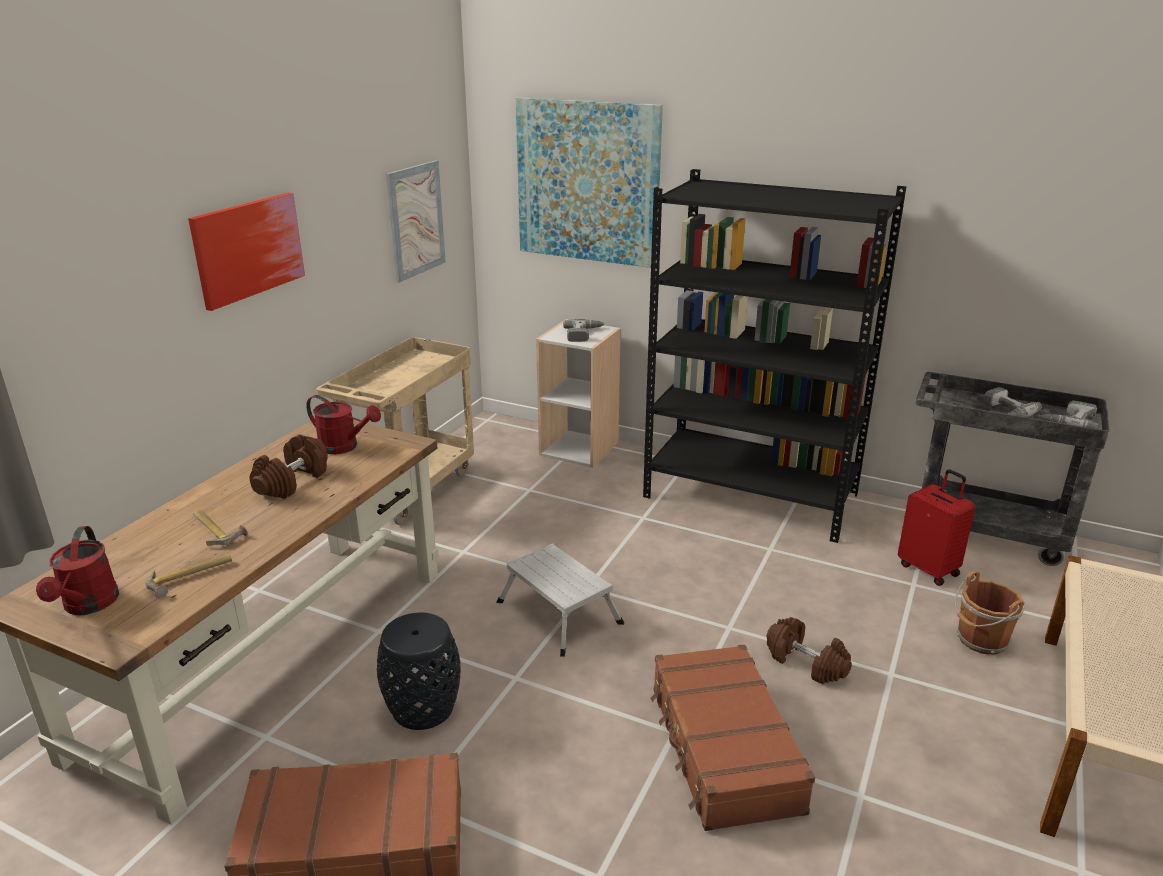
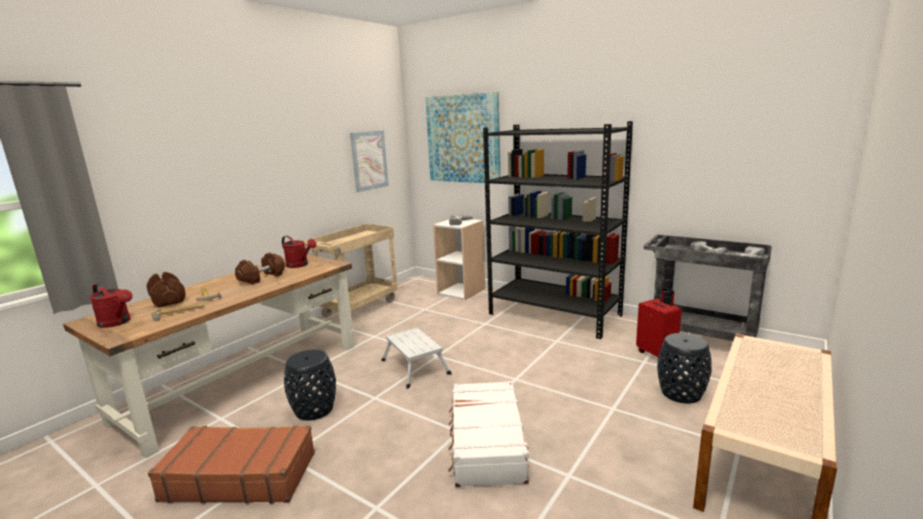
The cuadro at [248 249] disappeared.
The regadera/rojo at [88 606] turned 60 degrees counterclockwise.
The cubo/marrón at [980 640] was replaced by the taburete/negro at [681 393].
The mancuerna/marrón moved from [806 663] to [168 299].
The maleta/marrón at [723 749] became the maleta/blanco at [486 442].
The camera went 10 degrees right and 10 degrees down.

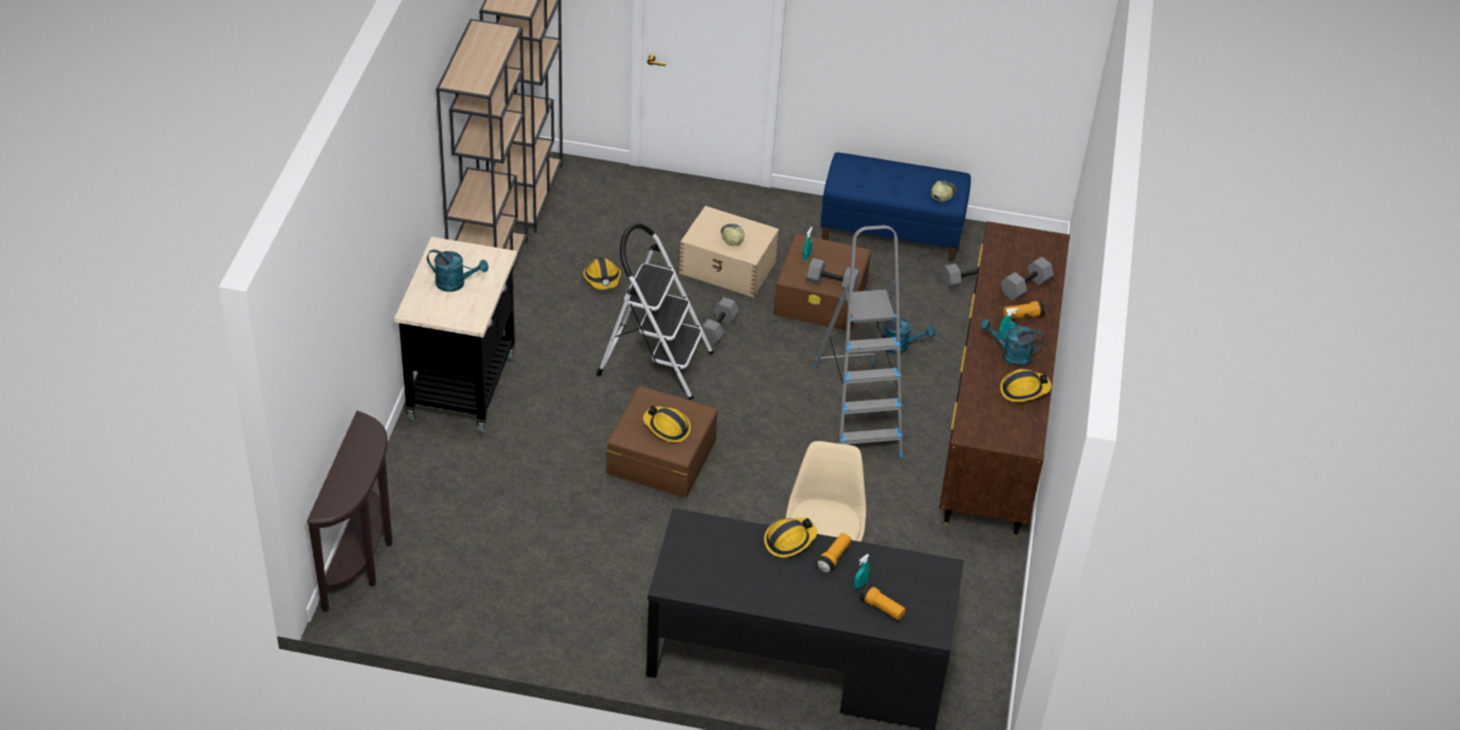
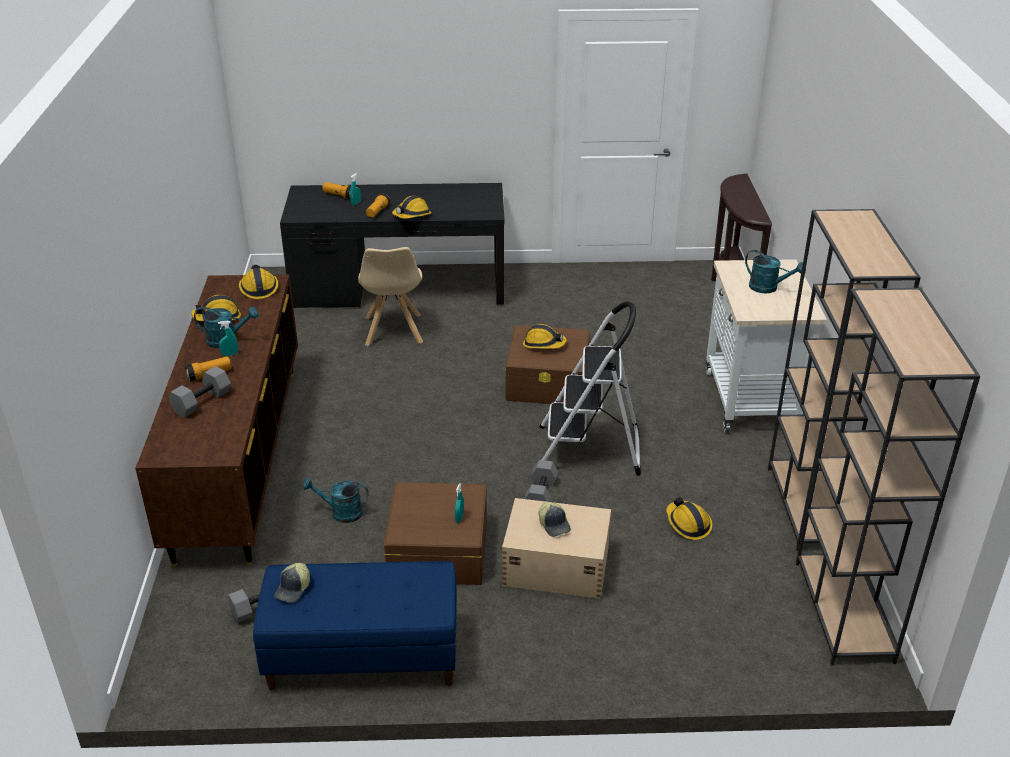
The escalera de tijera/gris at [857 410] disappeared.
The carrito/negro at [461 387] became the carrito/blanco at [751 402].
The regadera/turquesa at [455 283] turned 150 degrees counterclockwise.
The mancuerna/gris at [833 283] disappeared.
The casco at [258 288] appeared.
The camera went 170 degrees right and 10 degrees down.

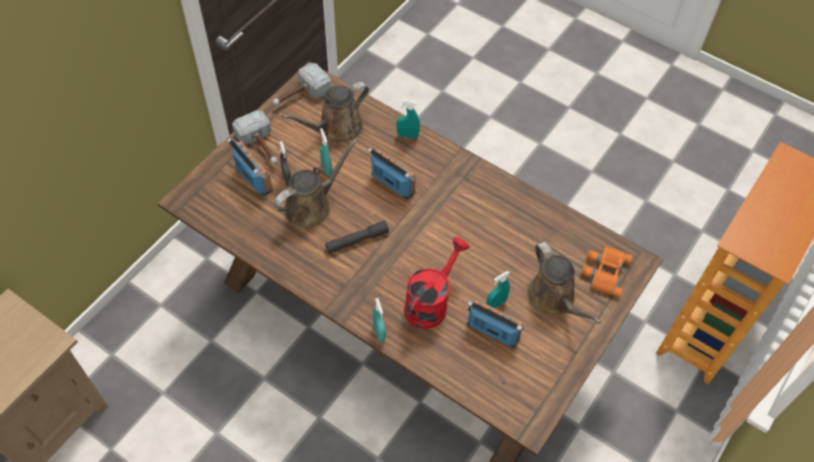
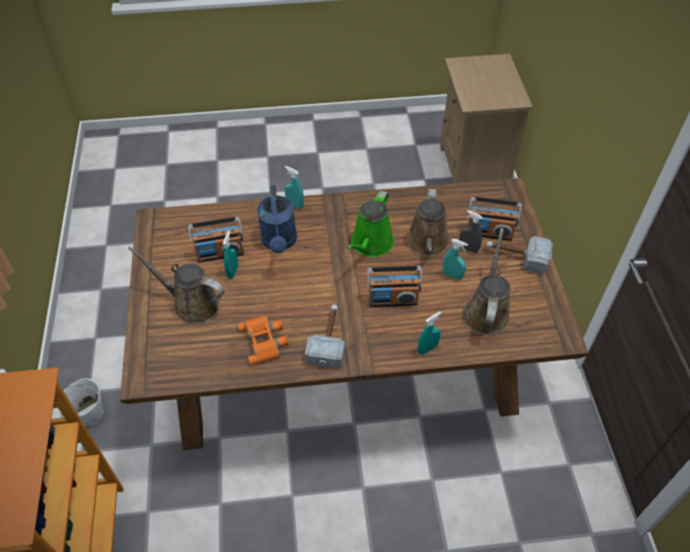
The martillo moved from [300 95] to [329 339].
The linterna/gris at [357 240] was replaced by the regadera/verde at [370 244].
The regadera/rojo at [430 302] became the regadera/azul at [279 242].
The prismáticos/naranja moved from [604 271] to [265 341].
The cubo/blanco at [89 413] appeared.
The camera went 140 degrees right and 5 degrees down.

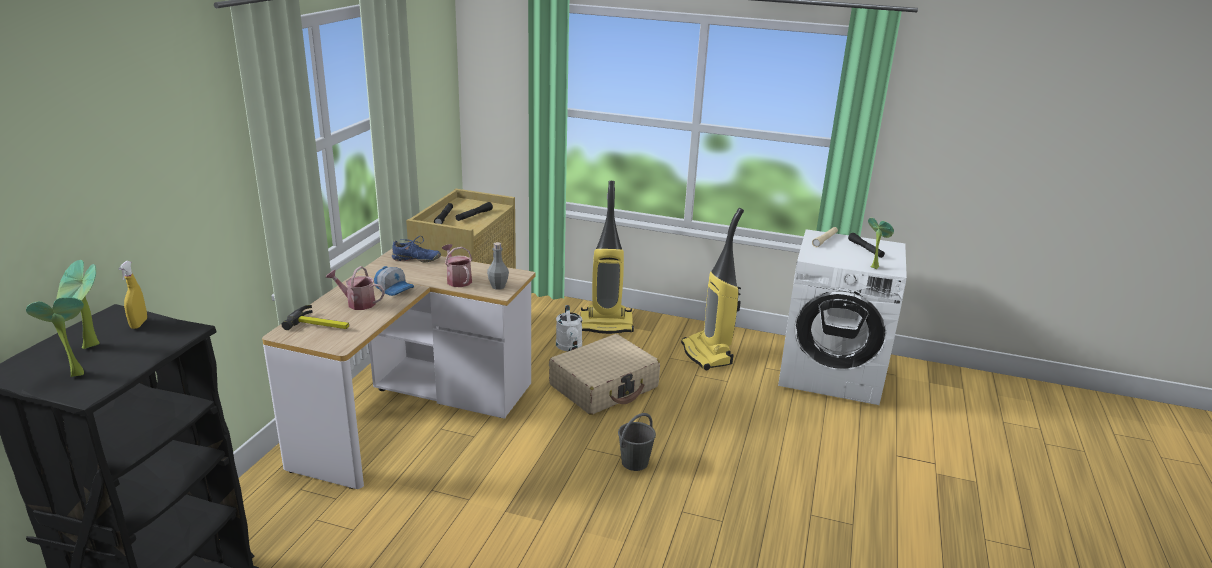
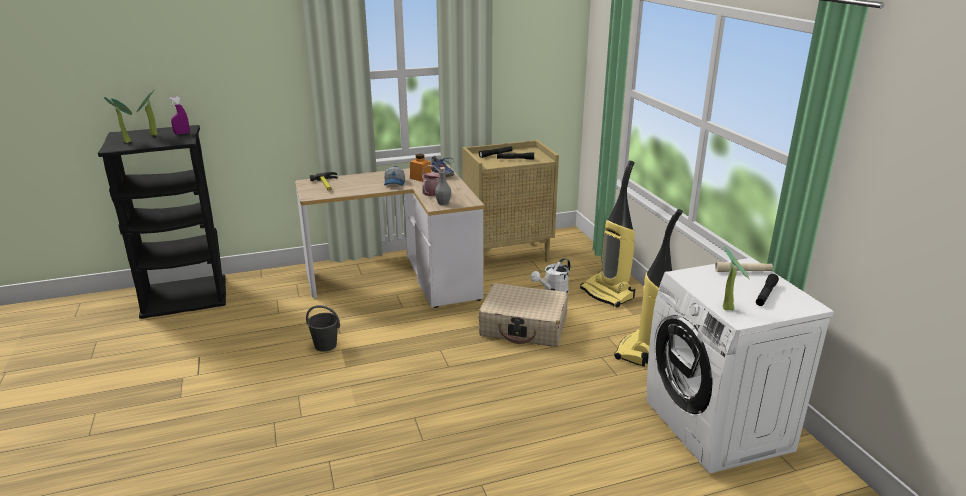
The pulverizador/amarillo at [139 324] became the pulverizador/morado at [182 133].
The regadera at [357 303] disappeared.
The cubo/gris moved from [634 462] to [325 345].
The tarro/naranja at [420 178] appeared.
The camera went 55 degrees right and 0 degrees up.

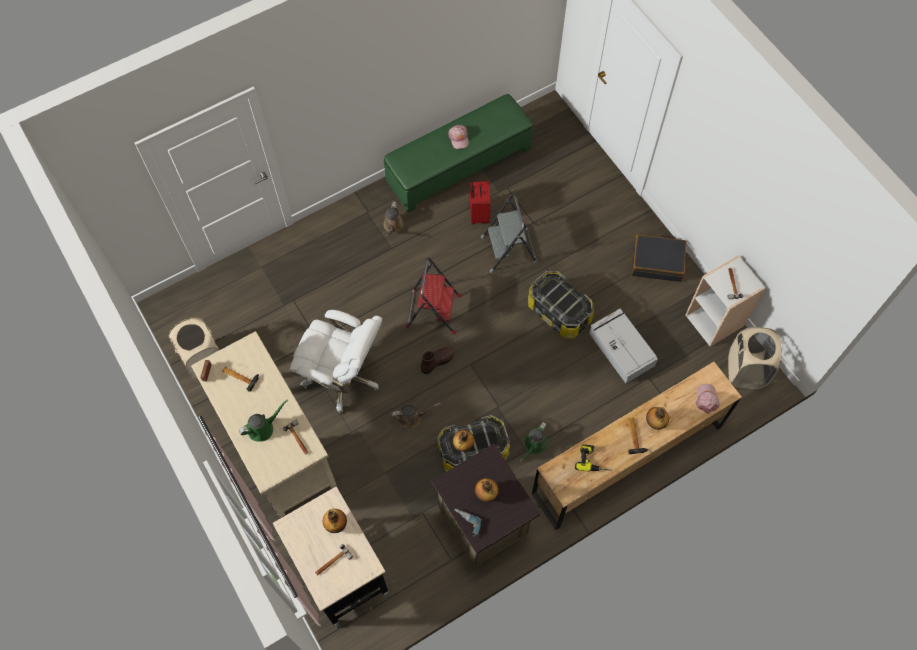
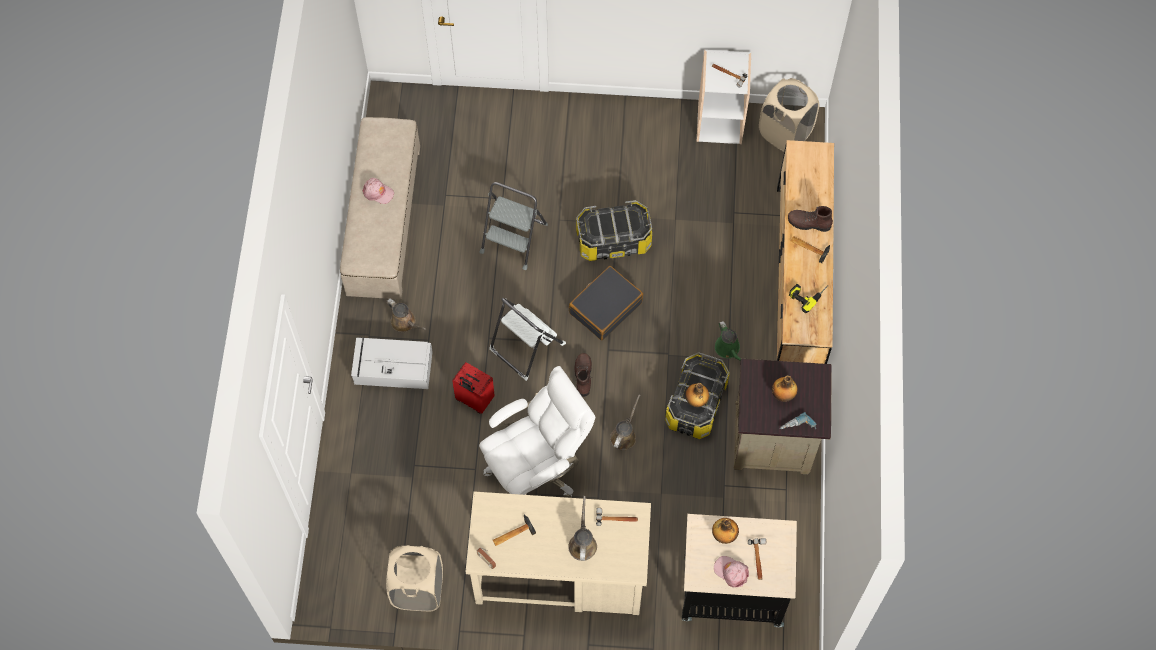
The banco/verde at [459 164] became the banco/beis at [383 218].
The maleta/rojo moved from [478 214] to [474 400].
The maleta/negro moved from [657 262] to [605 307].
The escalera de tijera/rojo at [431 310] became the escalera de tijera/blanco at [524 347].
The caja de almacenaje/gris moved from [621 348] to [392 367].
The gorra/rosa moved from [706 399] to [731 572].
The regadera/verde at [263 428] became the regadera/marrón at [582 543].
The botella at [655 422] was replaced by the bota/marrón at [808 223].
The camera went 55 degrees left and 0 degrees up.

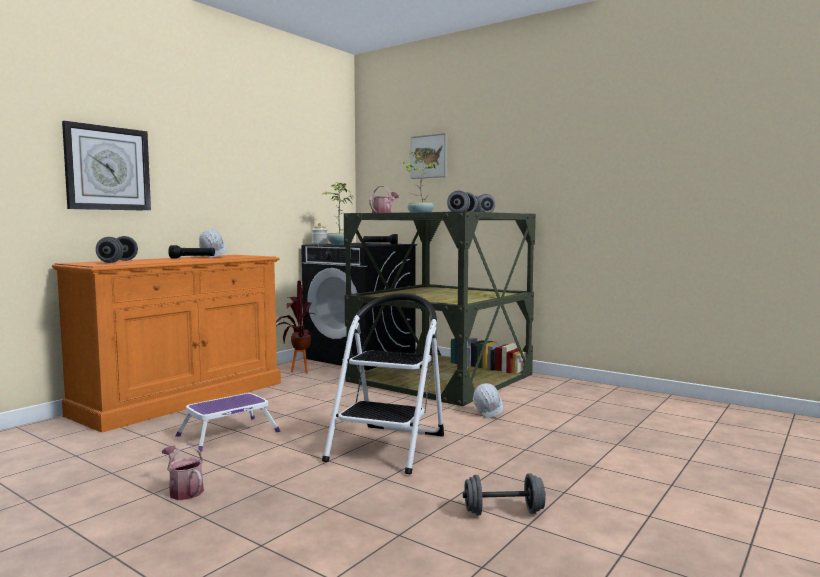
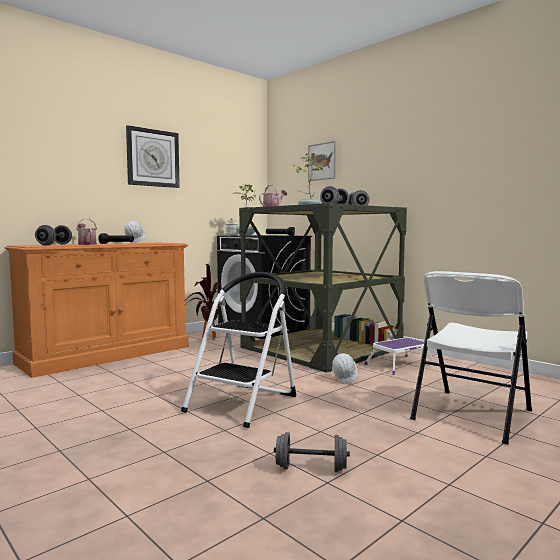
The reloj de pared moved from [107 168] to [153 158].
The escalera de tijera/morado moved from [228 434] to [400 365].
The regadera moved from [184 490] to [86 244].
The silla/blanco at [471 415] appeared.
The camera went 10 degrees right and 0 degrees up.

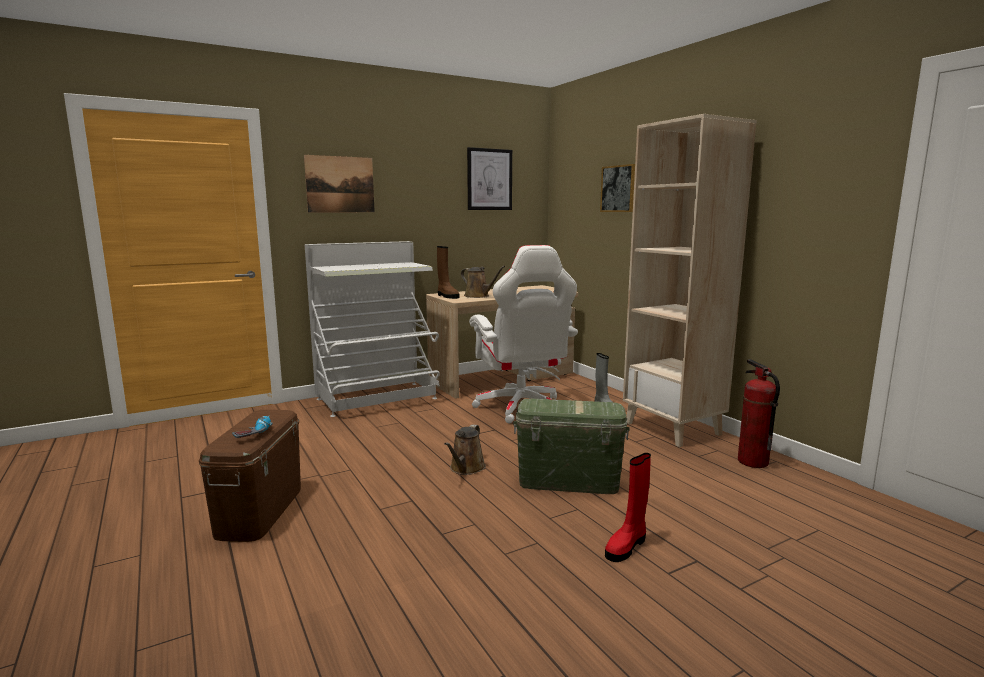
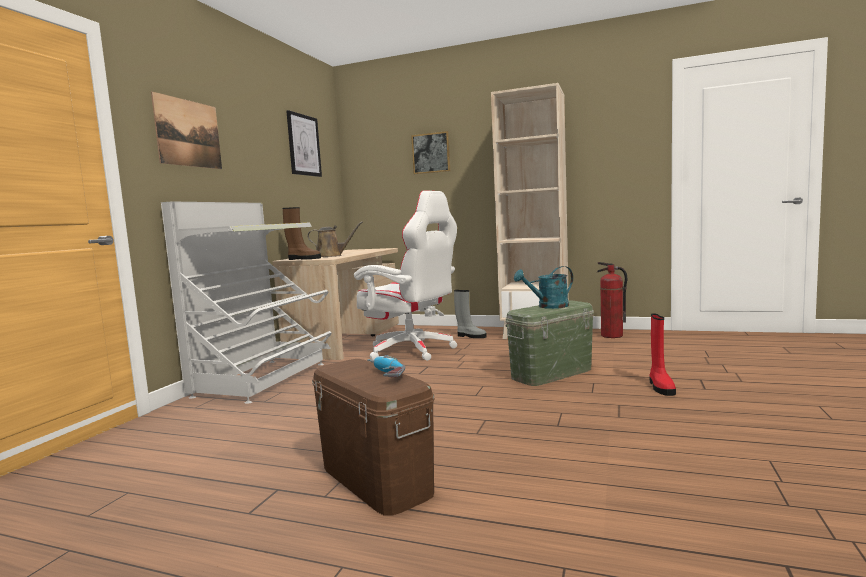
The regadera/marrón at [466 468] disappeared.
The regadera/turquesa at [548 306] appeared.
The camera went 40 degrees left and 5 degrees down.

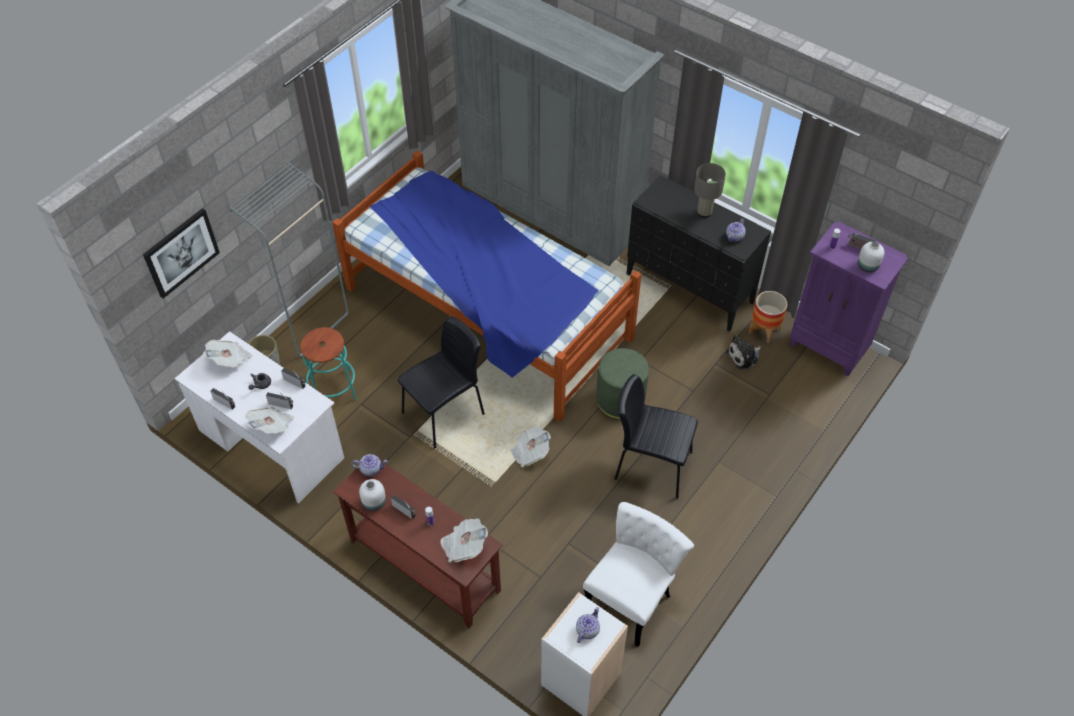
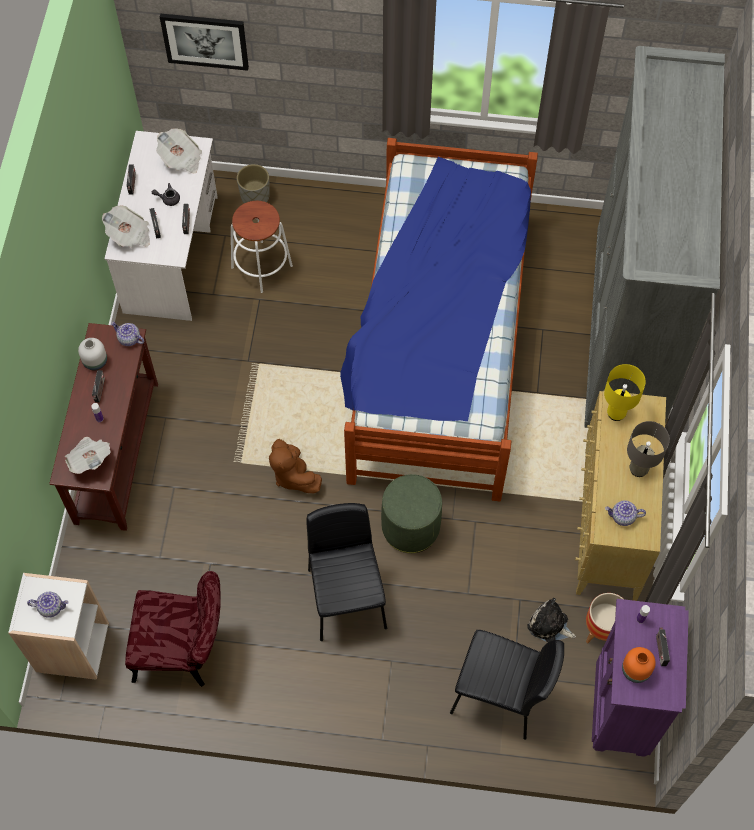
The perchero/gris at [311 325] disappeared.
The cómoda/negro at [689 290] became the cómoda/beis at [607 524].
The florero/blanco at [867 266] became the florero/naranja at [634 670].
The silla/negro moved from [445 412] to [502 696].
The taburete/turquesa at [333 389] became the taburete/blanco at [261 266].
The periódico at [529 452] was replaced by the peluche/marrón at [293 475].
The tetera at [371 469] turned 150 degrees clockwise.
The silla/blanco at [631 595] became the silla/rojo at [184 650].
The lámpara de mesa/amarillo at [615 413] appeared.
The camera went 60 degrees right and 10 degrees up.

